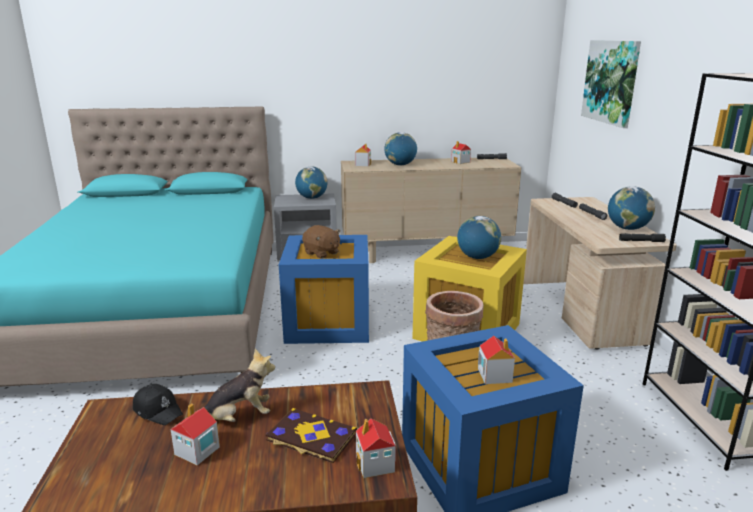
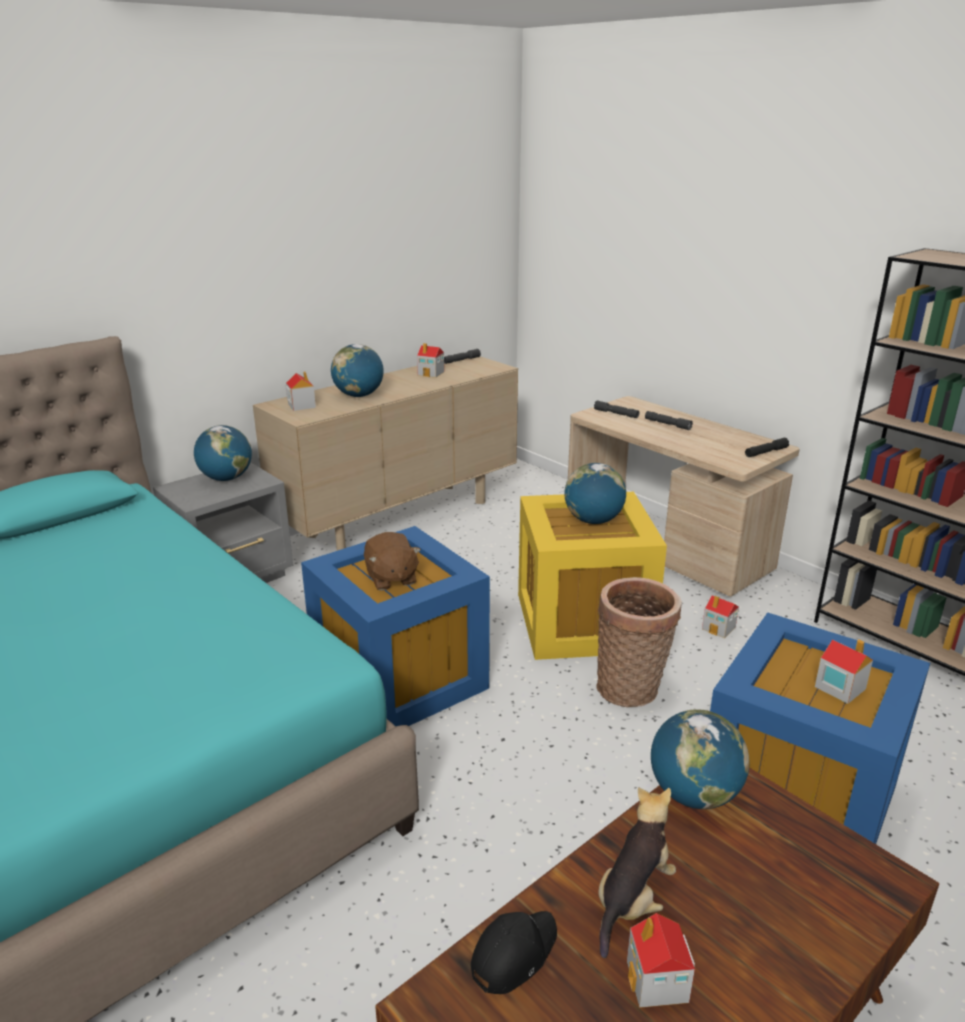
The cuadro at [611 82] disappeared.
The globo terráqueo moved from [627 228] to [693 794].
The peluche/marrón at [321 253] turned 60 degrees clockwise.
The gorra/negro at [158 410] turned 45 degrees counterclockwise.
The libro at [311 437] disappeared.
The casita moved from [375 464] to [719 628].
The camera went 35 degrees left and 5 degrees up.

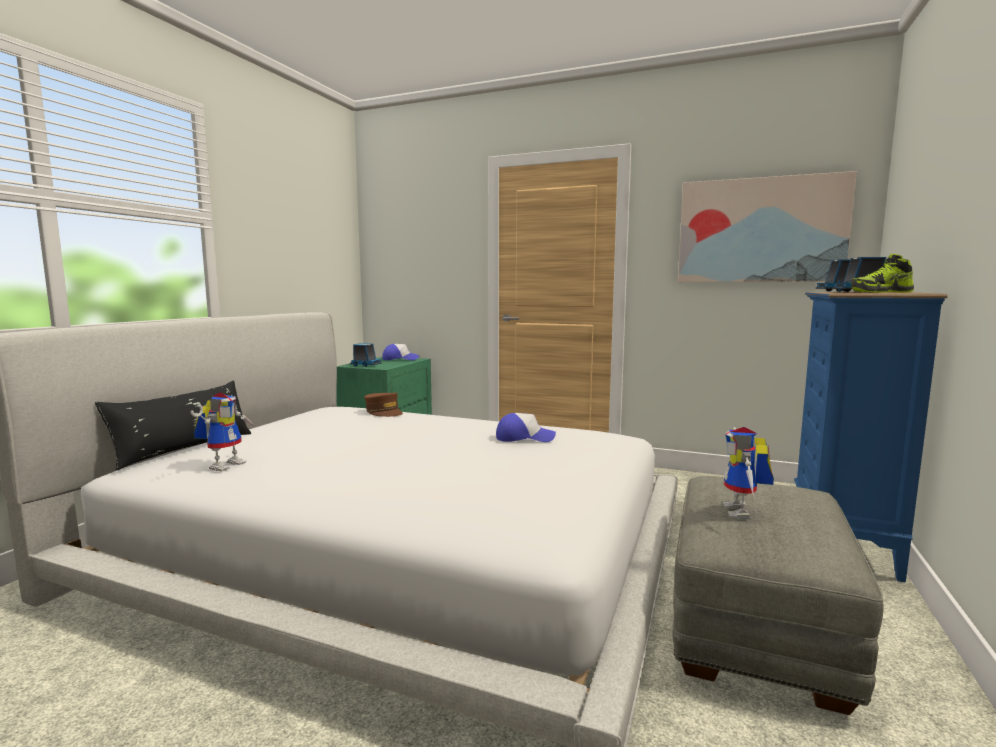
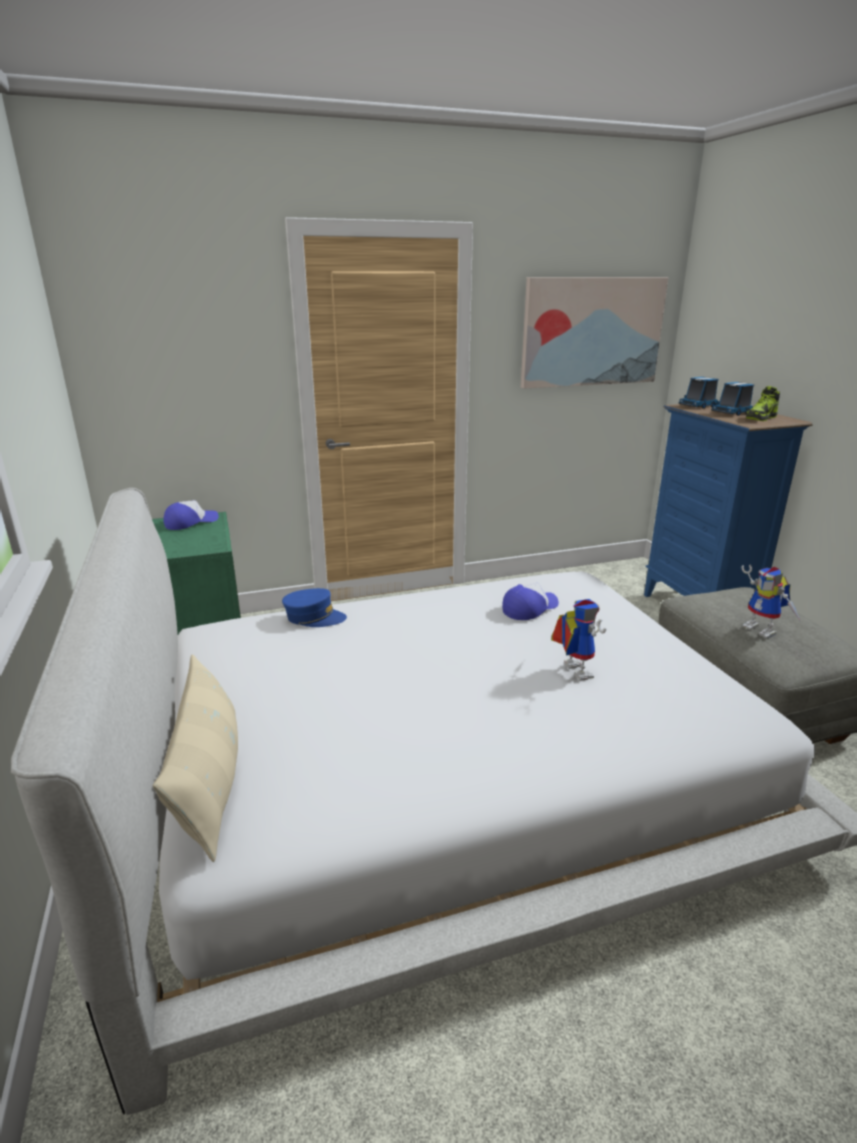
The camión de juguete at [365 365] disappeared.
The cojín/negro at [185 449] became the cojín/beis at [210 782].
The robot de juguete moved from [226 464] to [571 670].
The gorra/marrón at [384 412] became the gorra/azul at [314 617].
The camera went 40 degrees left and 15 degrees up.

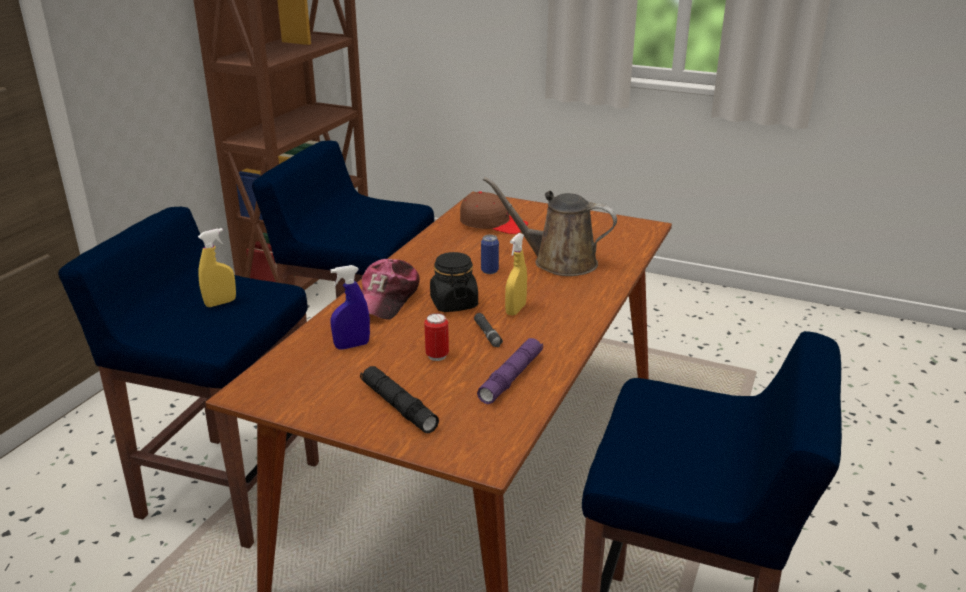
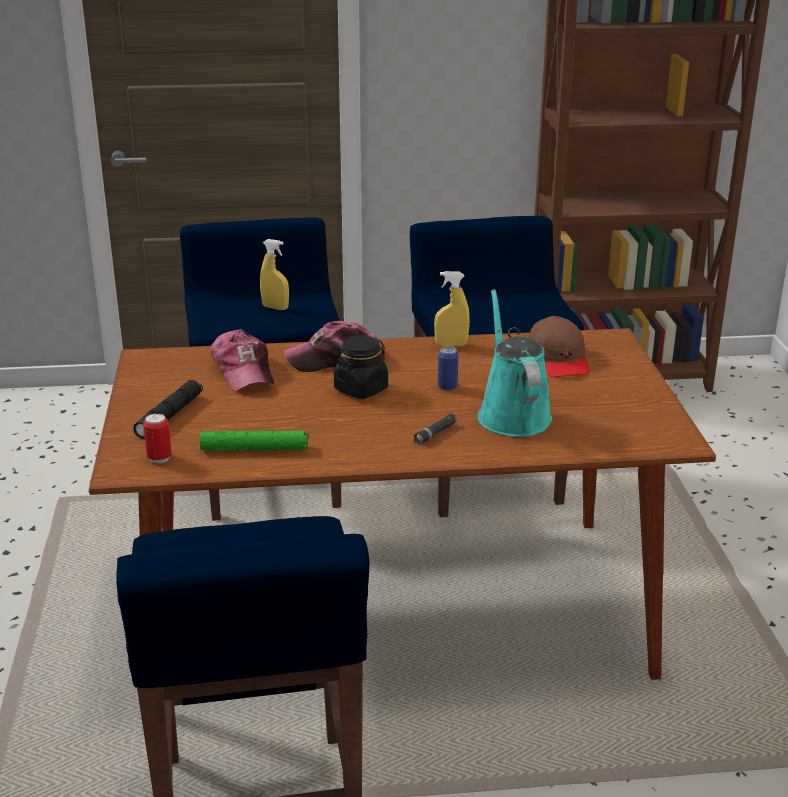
The regadera/marrón at [558 262] became the regadera/turquesa at [512 414].
The pulverizador/amarillo moved from [515 310] to [451 345].
The pulverizador/azul at [352 345] was replaced by the gorra at [244 371].
The lata moved from [437 356] to [159 458].
The linterna/negro moved from [487 334] to [435 434].
The linterna/morado at [511 377] became the linterna/verde at [255 449].
The camera went 60 degrees right and 0 degrees up.

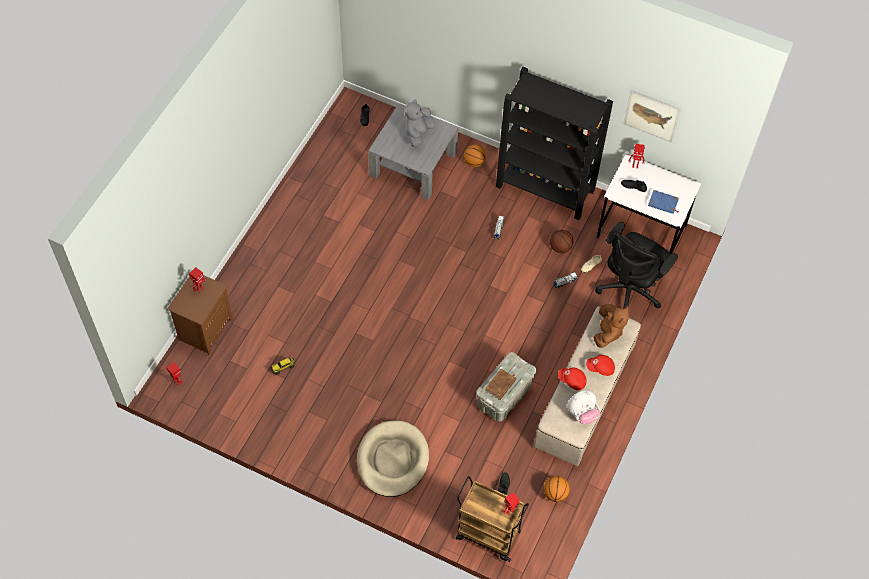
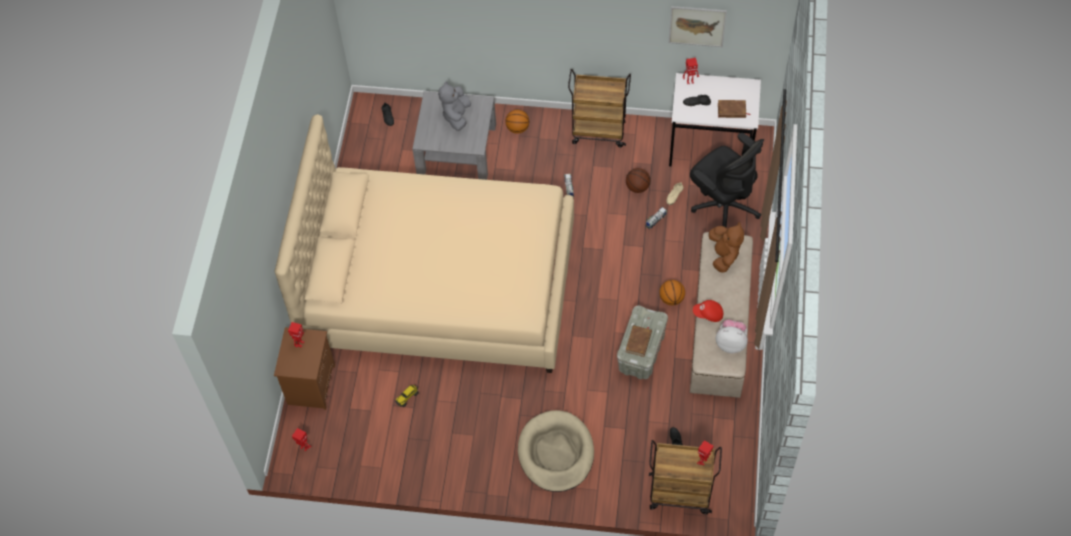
The estantería/negro at [545 188] was replaced by the carrito/marrón at [599 132].
The libro/azul at [663 203] became the libro/marrón at [731 110].
The silla de oficina/negro at [630 287] turned 60 degrees counterclockwise.
The gorra/rojo at [600 368] disappeared.
The peluche at [582 413] turned 120 degrees counterclockwise.
The balón de baloncesto moved from [555 494] to [671 299].
The cama/beis at [438 284] appeared.
The camera went 15 degrees left and 0 degrees up.

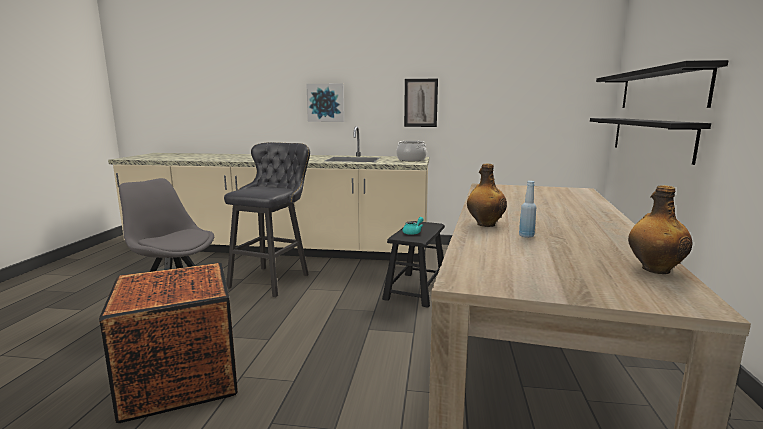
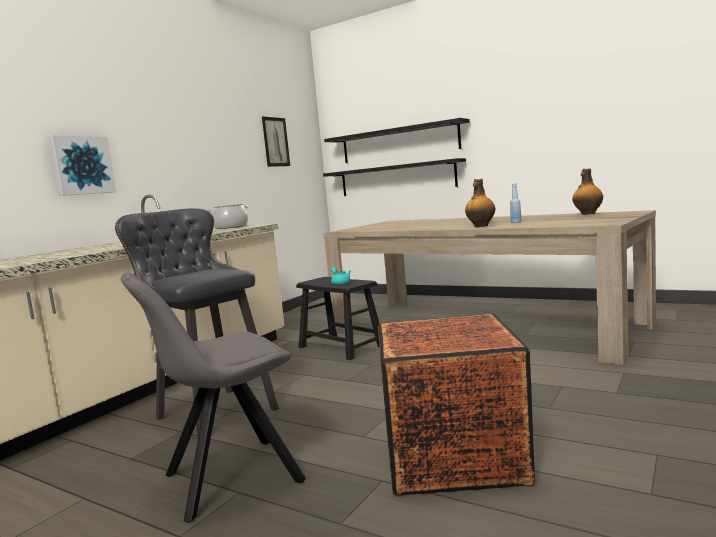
The cuadro moved from [420 103] to [275 142].
The camera went 65 degrees left and 5 degrees down.

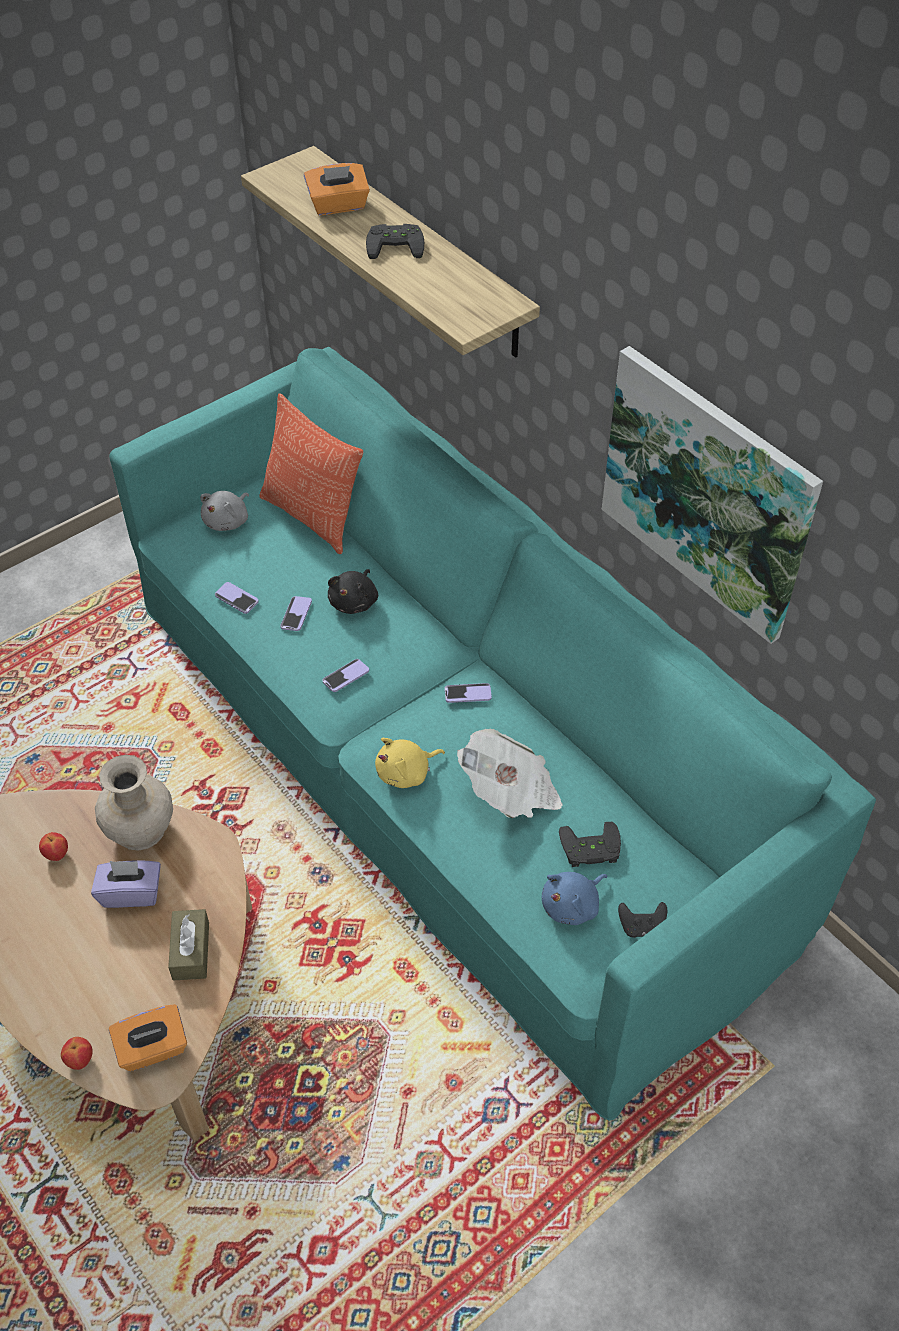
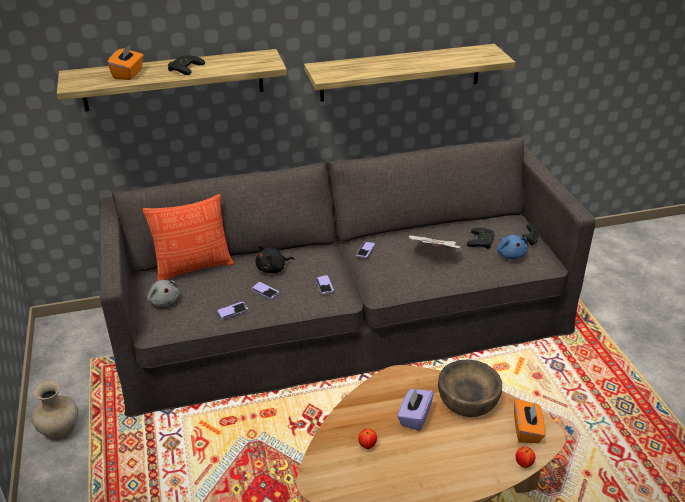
The cuadro at [707 493] was replaced by the estante at [400 72].
The sofá/turquesa at [450 760] became the sofá/gris at [343 321].
The peluche/negro at [355 601] turned 105 degrees clockwise.
The peluche/amarillo at [406 773] disappeared.
The florero/beis moved from [140 830] to [60 429].
The caja de pañuelos/marrón at [191 951] was replaced by the cuenco/marrón at [467 400].
The camera went 65 degrees left and 15 degrees down.

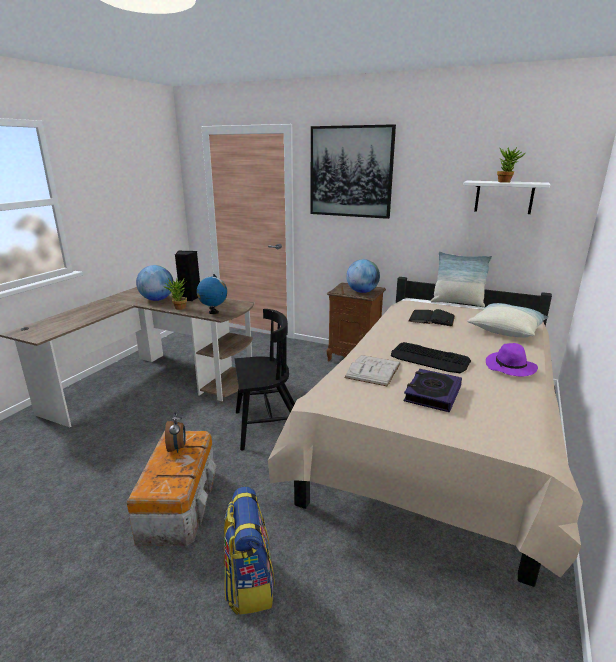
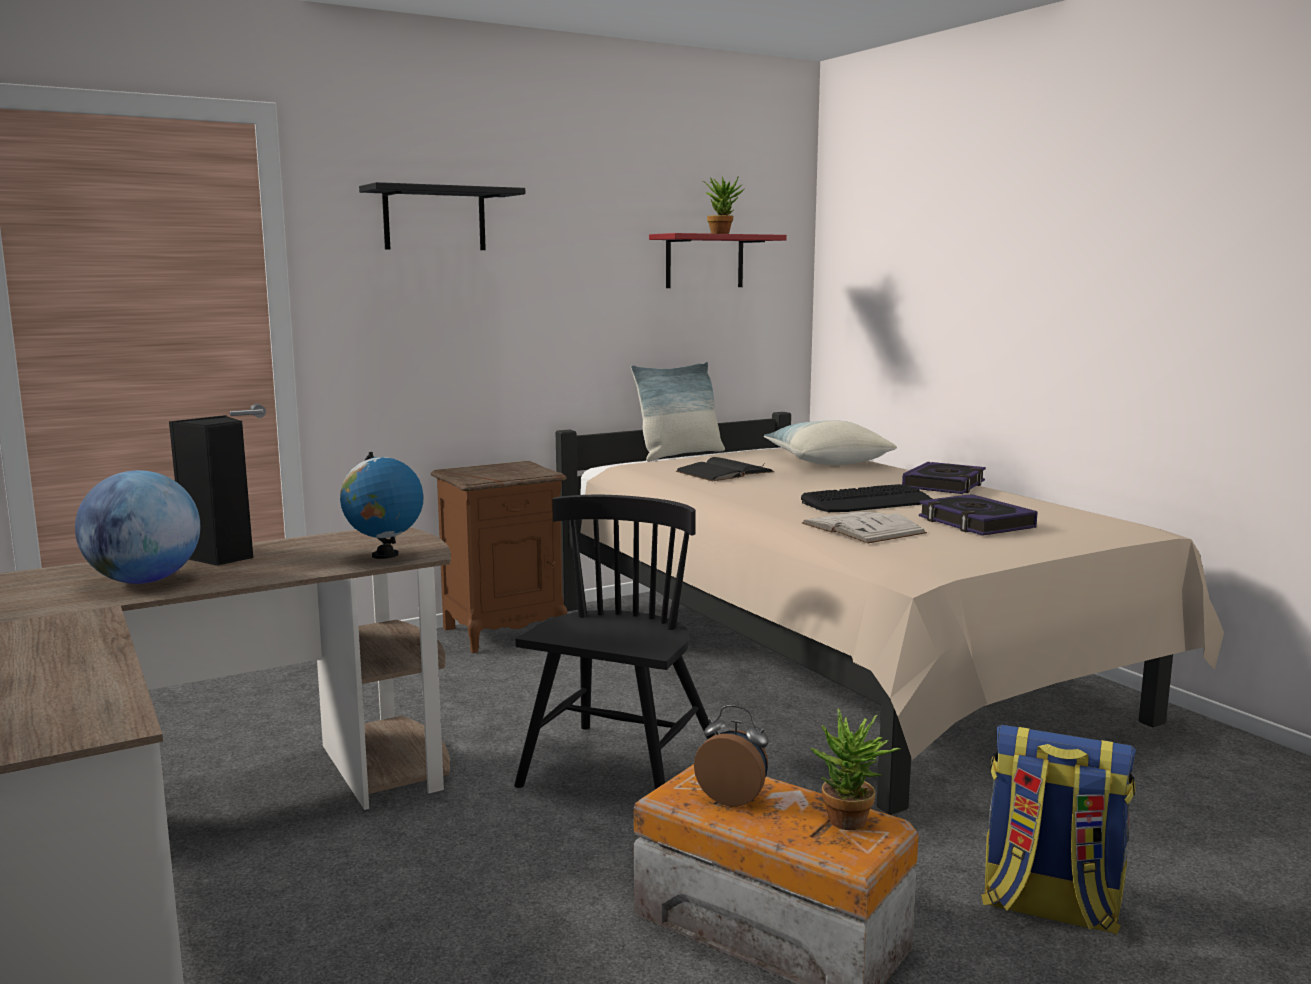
The cuadro at [351 172] was replaced by the estante/negro at [434 219].
The estante/blanco at [504 197] became the estante/rojo at [704 261].
The globo terráqueo at [362 292] disappeared.
The planta en maceta moved from [178 308] to [850 825].
The sombrero/morado at [510 367] was replaced by the libro at [944 485].
The camera went 55 degrees left and 10 degrees down.

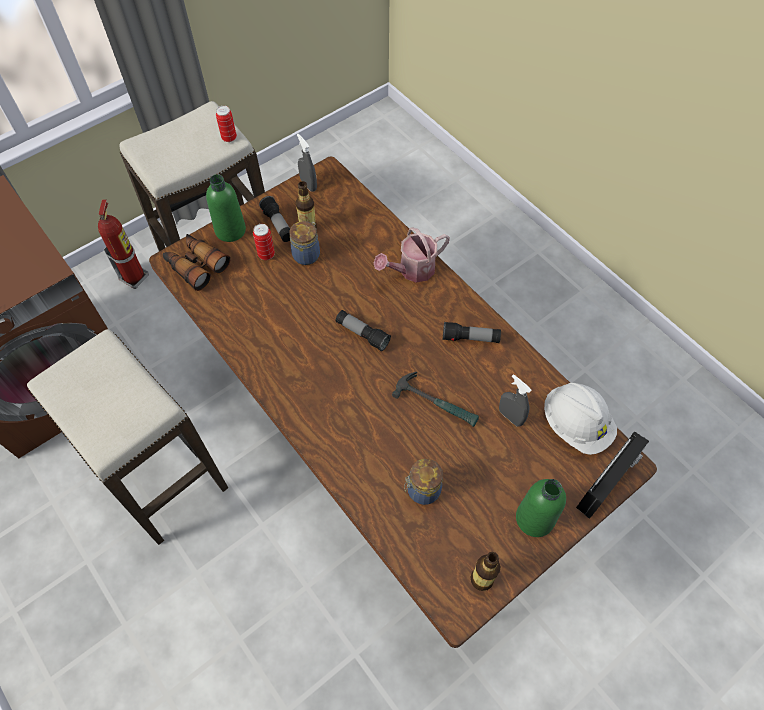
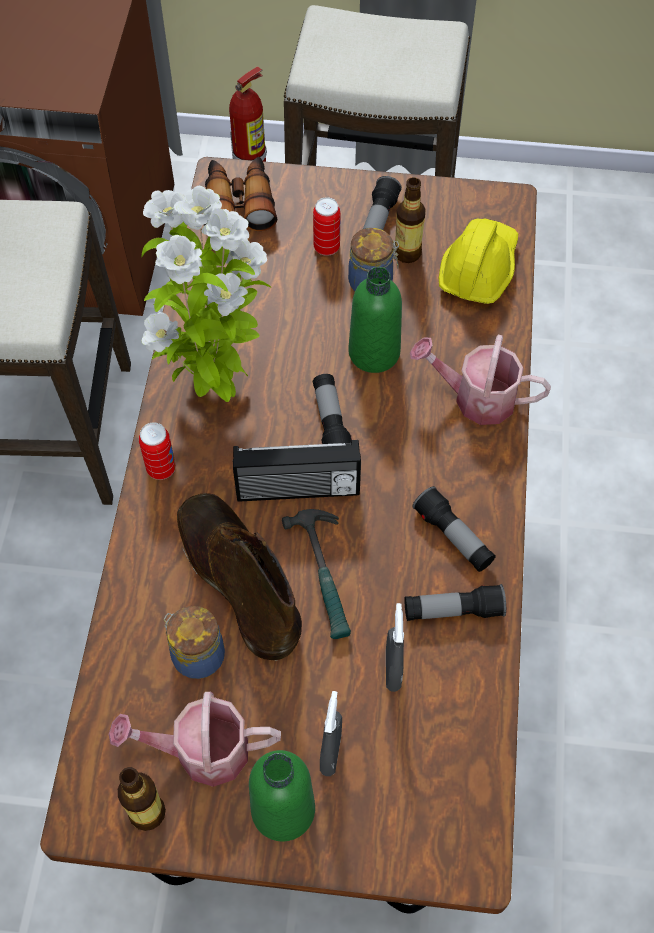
The lata moved from [229 138] to [161 469].
The pulverizador/gris moved from [308 185] to [330 753].
The botella/verde moved from [230 230] to [374 352].
The casco/blanco at [575 425] disappeared.
The radio moved from [607 484] to [298 490].
The planta en maceta at [212 386] appeared.
The casco/amarillo at [478 268] appeared.
The bota/marrón at [237 578] appeared.
The linterna at [453 610] appeared.
The regadera at [202 751] appeared.
The camera went 45 degrees right and 0 degrees up.

